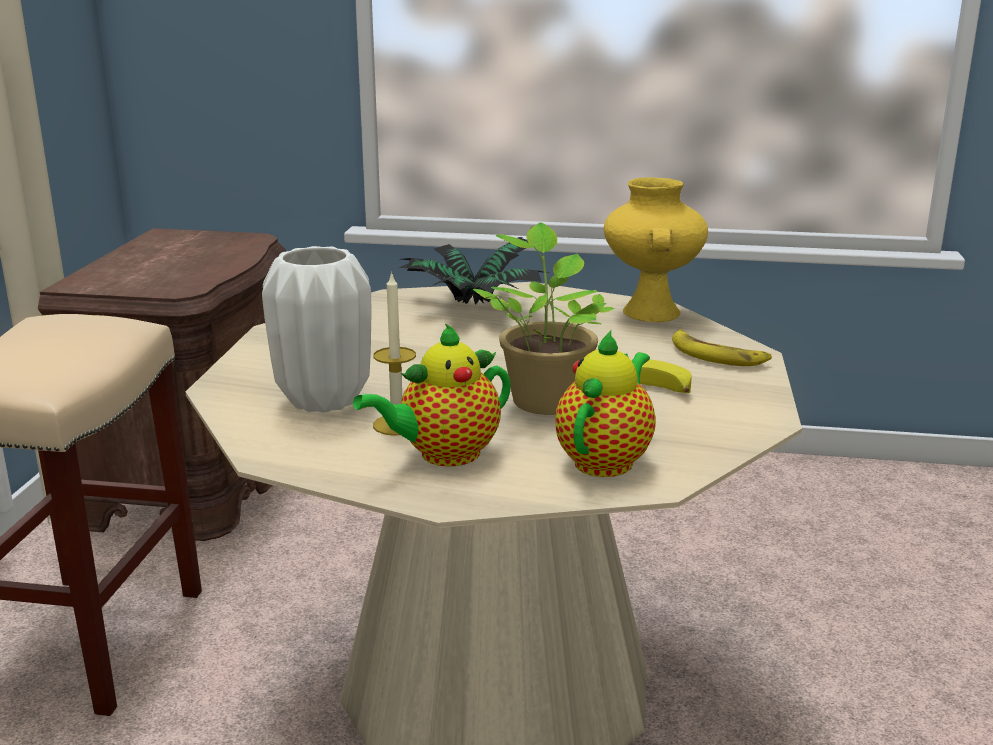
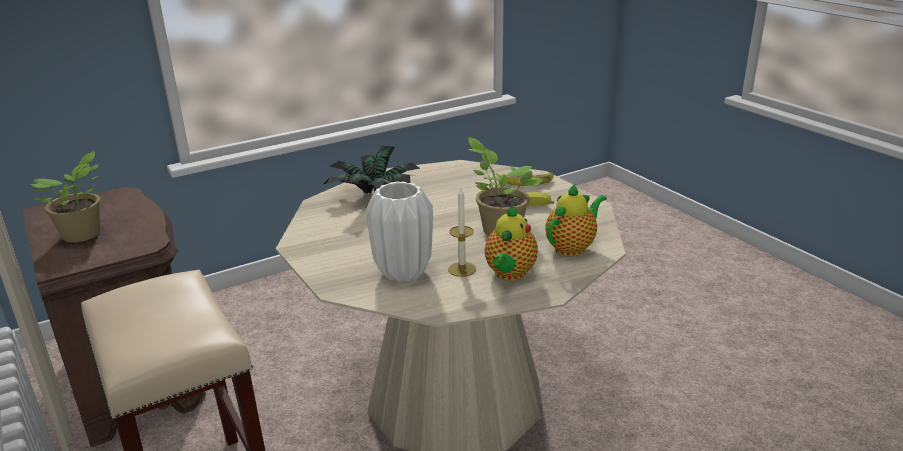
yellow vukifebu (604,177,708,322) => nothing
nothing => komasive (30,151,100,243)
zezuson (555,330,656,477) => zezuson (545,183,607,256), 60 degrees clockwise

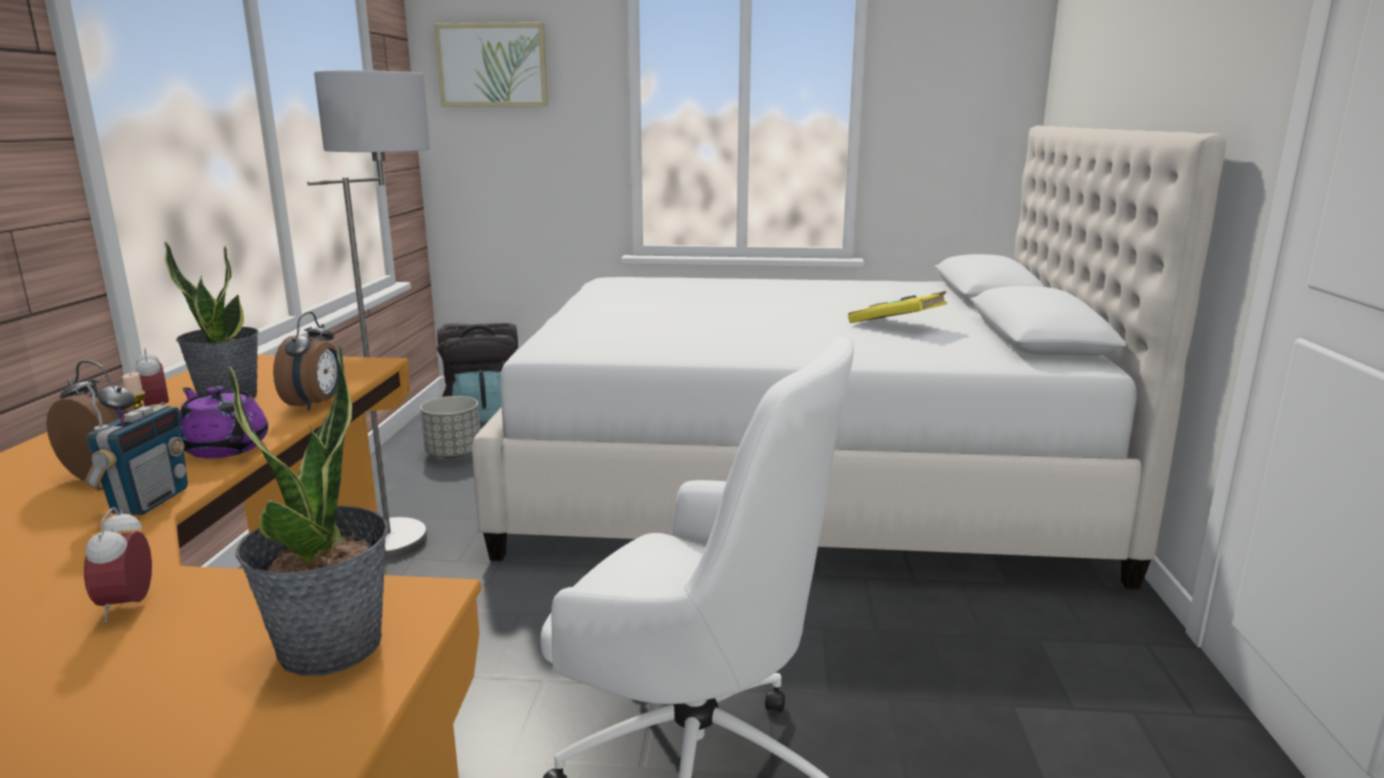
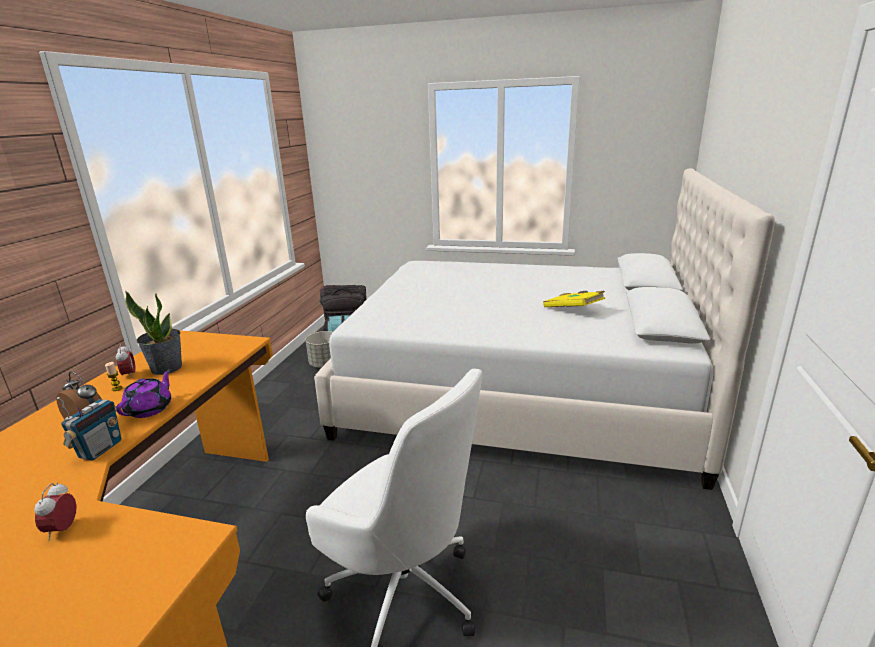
komasive (227,345,388,676) => nothing
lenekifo (273,312,339,411) => nothing
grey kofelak (307,70,430,560) => nothing
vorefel (434,22,548,106) => nothing
purple zezuson (180,386,268,458) => purple zezuson (116,369,171,418), 60 degrees clockwise

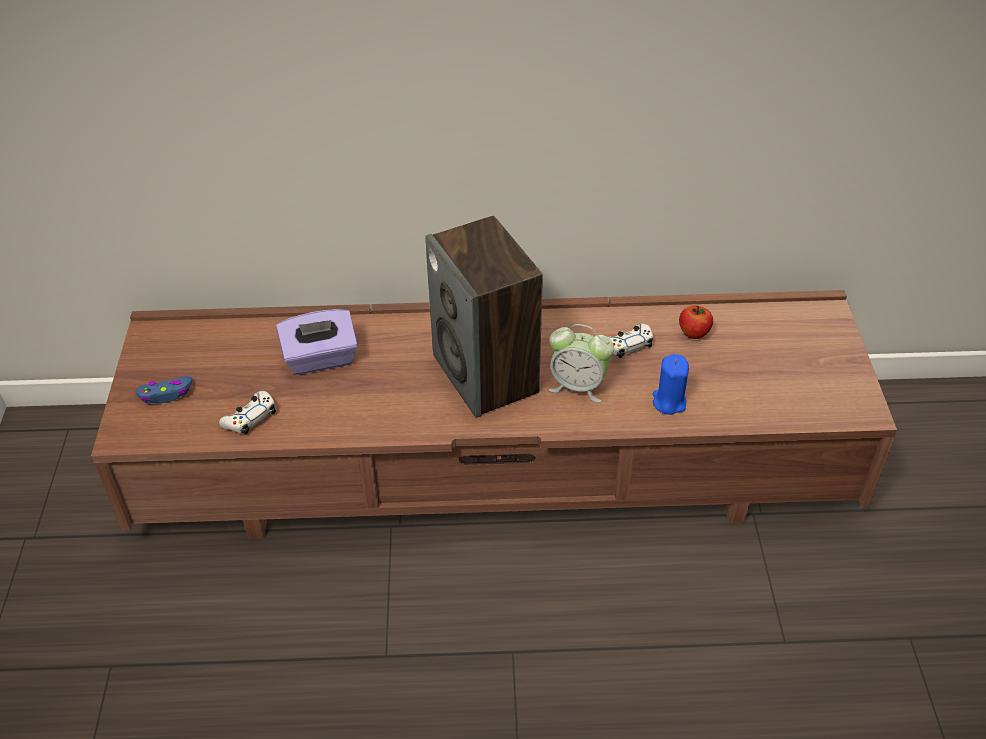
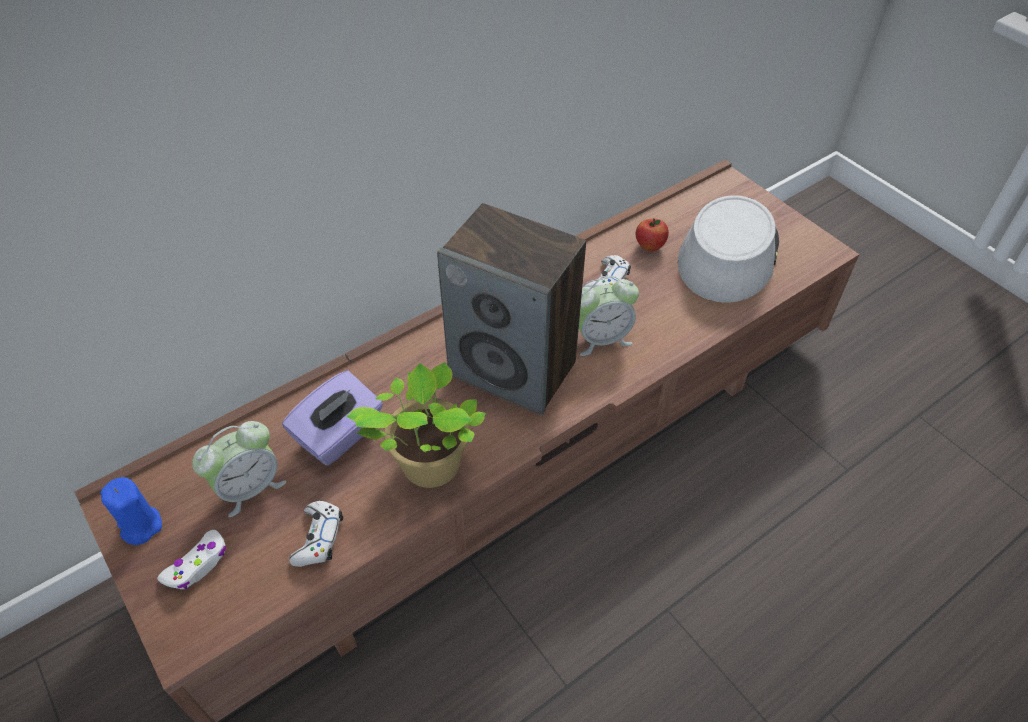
nothing => lenekifo (192,421,286,517)
nothing => komasive (346,362,486,488)
nothing => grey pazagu (678,195,779,303)
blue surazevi (653,354,689,415) => blue surazevi (100,477,162,545), shifted
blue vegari (136,376,193,404) => white vegari (157,530,226,589)

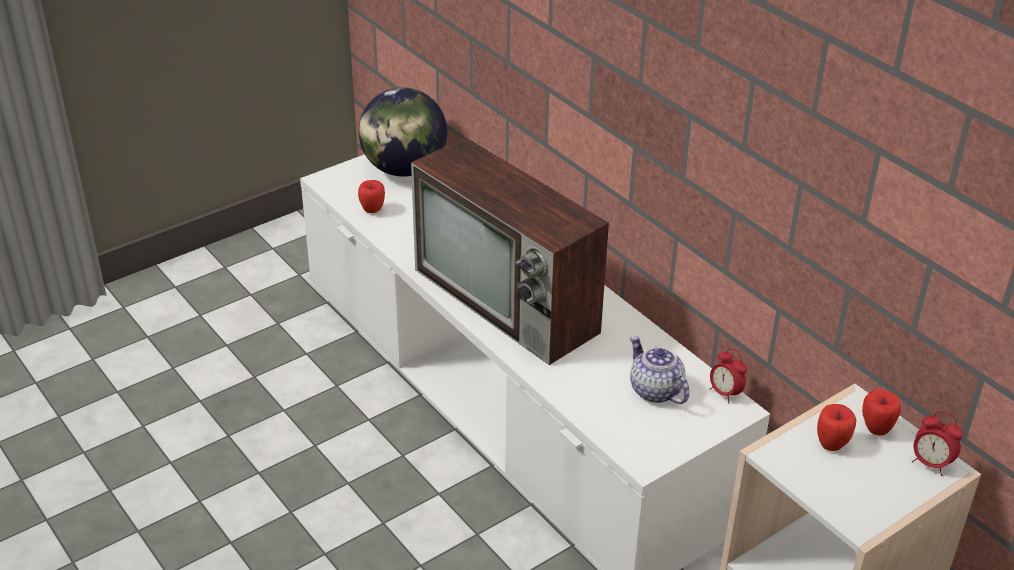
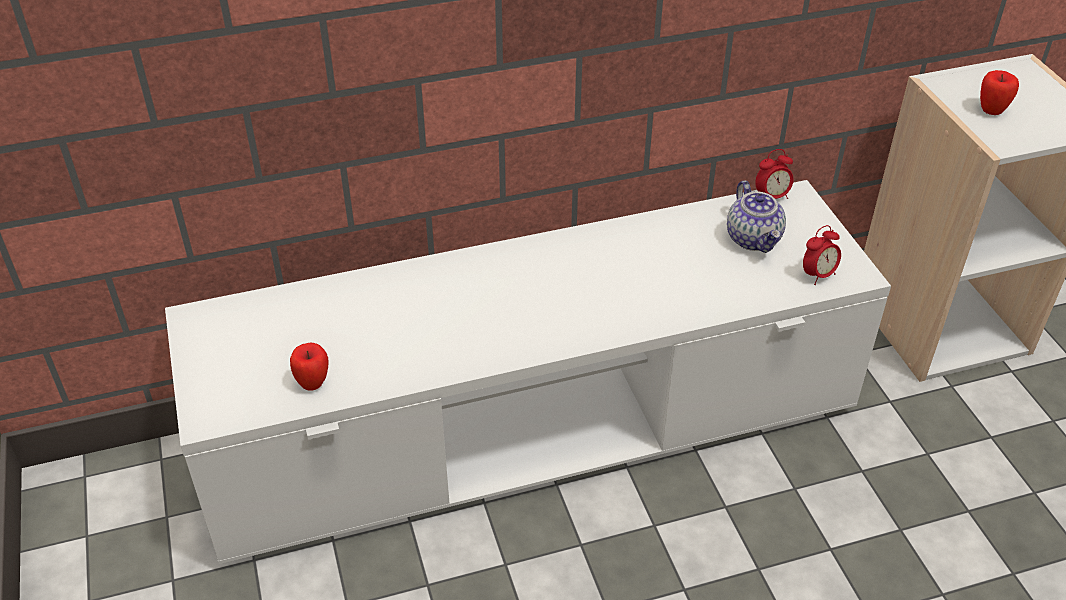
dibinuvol (359,87,447,177) => nothing
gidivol (411,137,609,365) => nothing
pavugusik (862,389,901,436) => nothing
lenekifo (912,411,963,476) => lenekifo (803,225,841,285), shifted
zezuson (630,336,690,404) => zezuson (727,181,786,253), 90 degrees counterclockwise

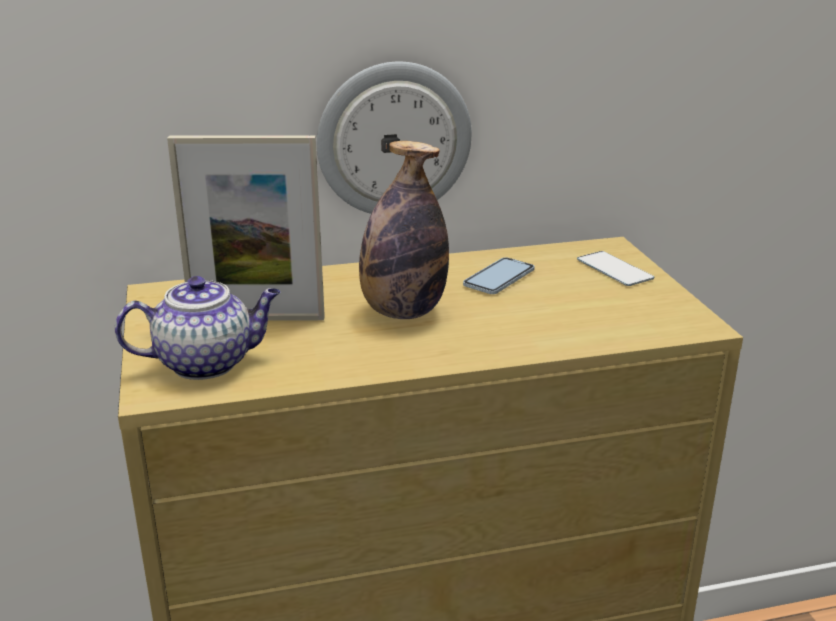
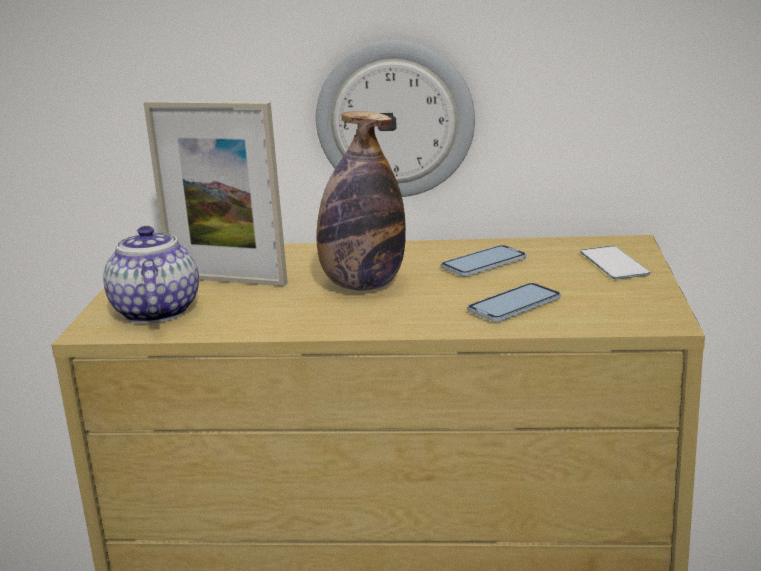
nothing => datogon (467,283,561,322)
zezuson (115,276,280,380) => zezuson (103,226,199,324), 105 degrees counterclockwise

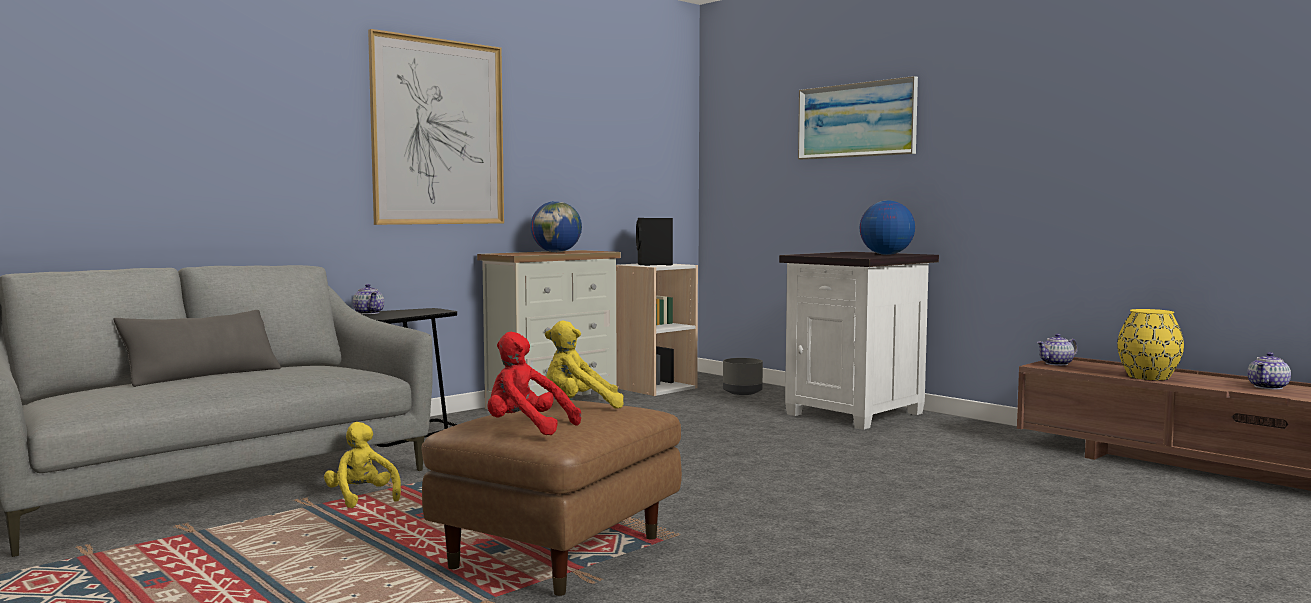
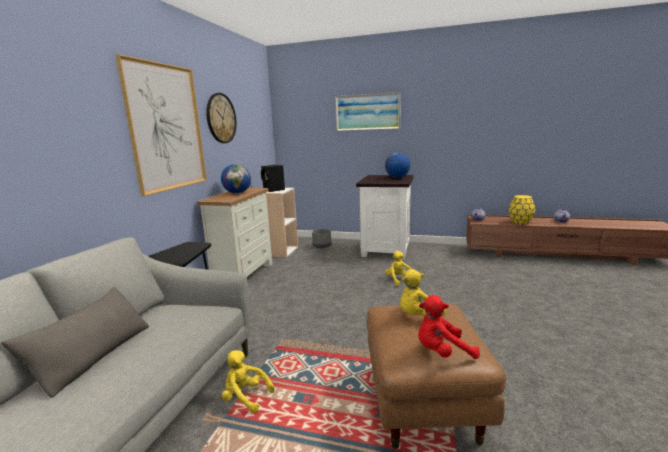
zezuson (353,284,384,314) => nothing
nothing => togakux (206,93,237,143)
nothing => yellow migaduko (385,251,412,286)

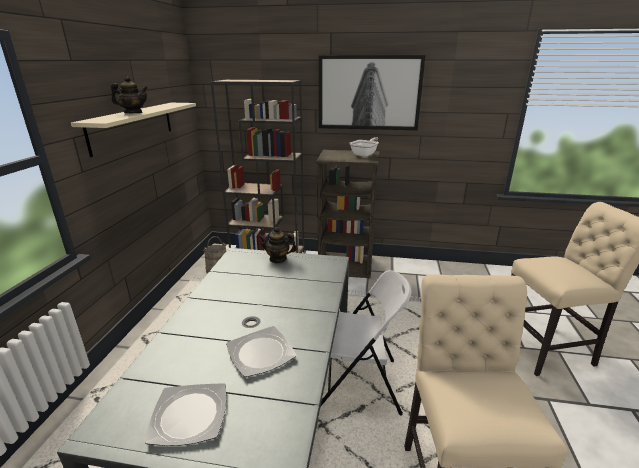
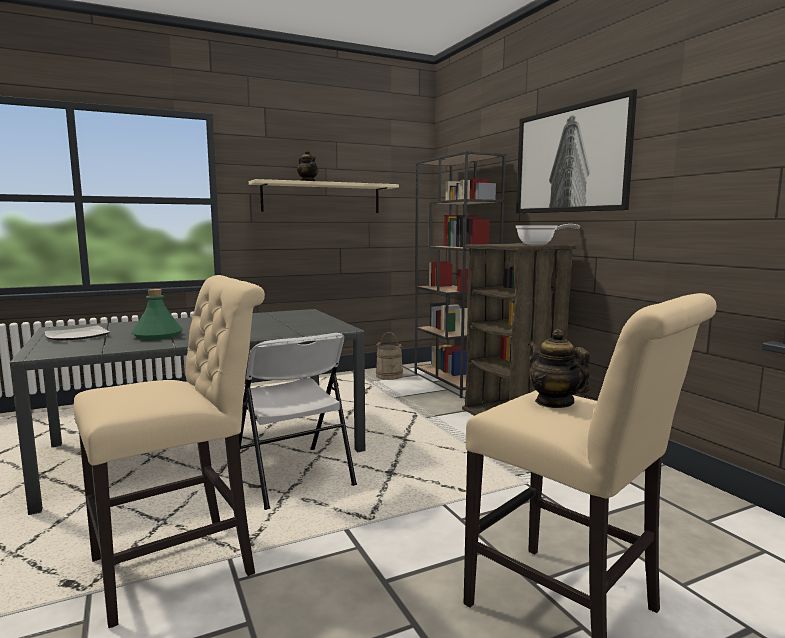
zezuson (258,227,297,263) => zezuson (528,329,590,408), shifted
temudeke (226,326,296,377) => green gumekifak (132,289,183,340)

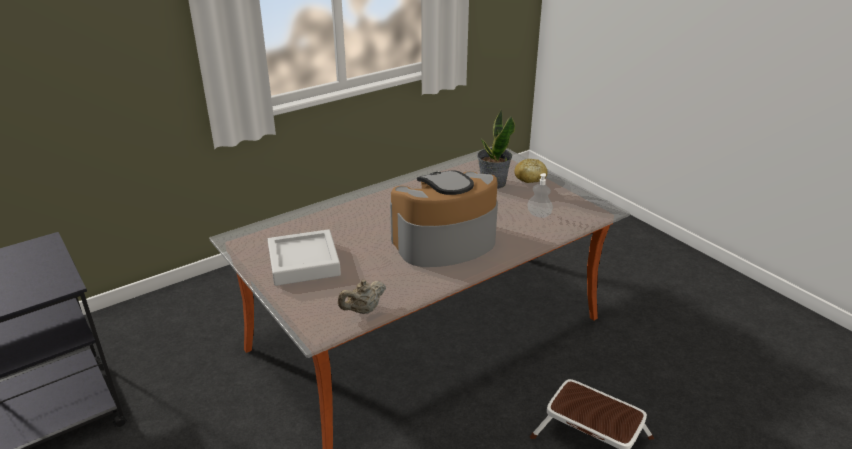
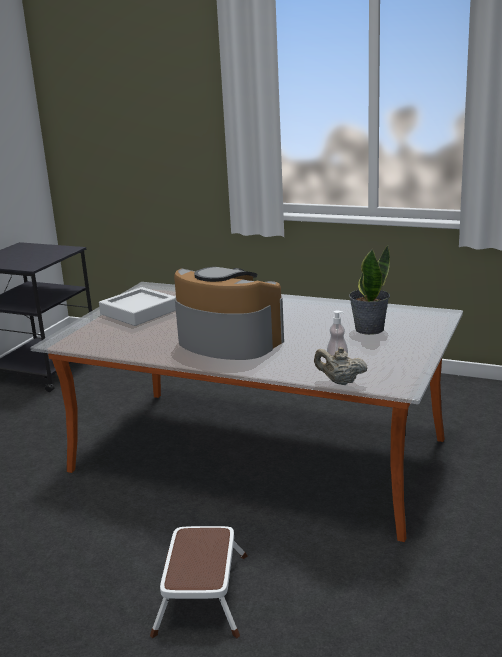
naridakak (515,159,547,183) => nothing
beige zezuson (338,280,386,314) => beige zezuson (314,347,367,385), shifted

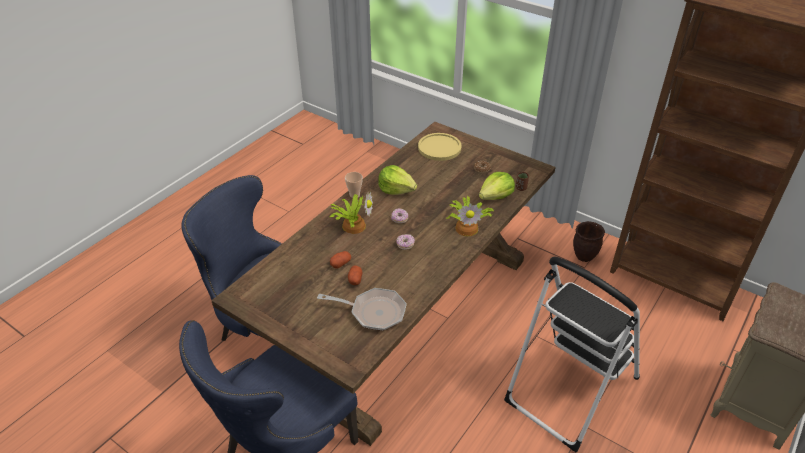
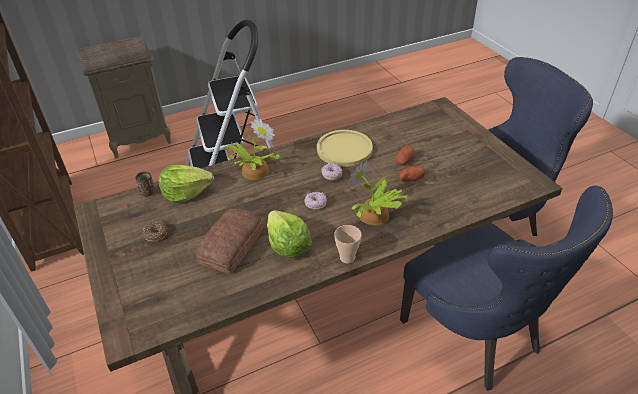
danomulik (317,288,407,331) => nothing
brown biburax (573,221,605,262) => nothing
nothing => naridakak (196,208,263,274)
yellow temudeke (418,133,461,161) => yellow temudeke (317,130,373,167), shifted

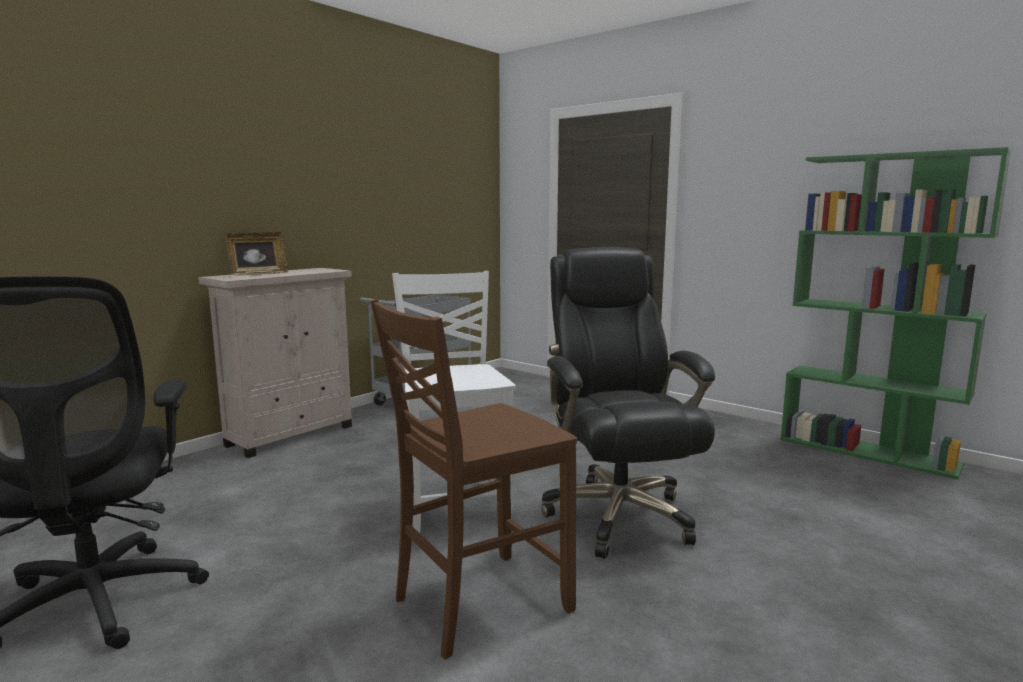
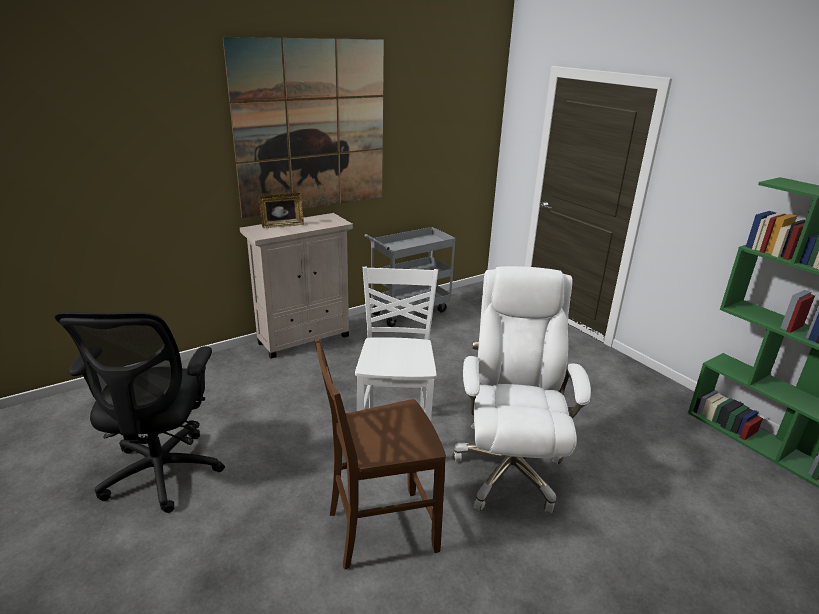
nothing => vorefel (223,37,384,218)
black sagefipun (541,247,715,559) => white sagefipun (453,266,591,513)

